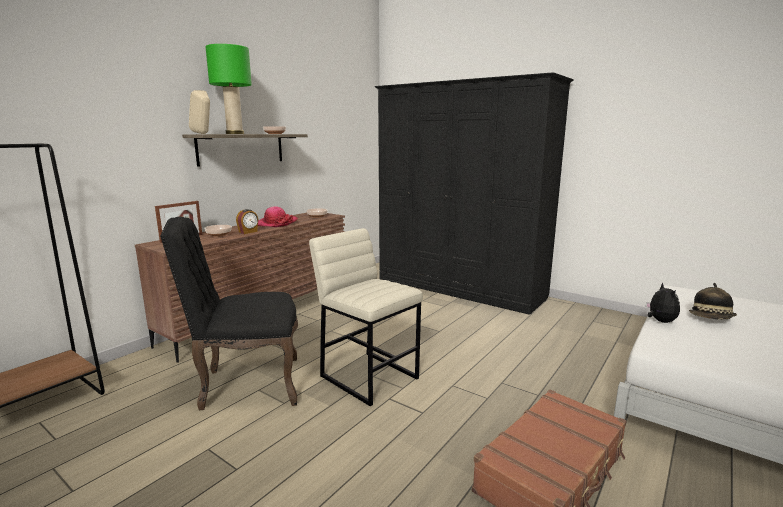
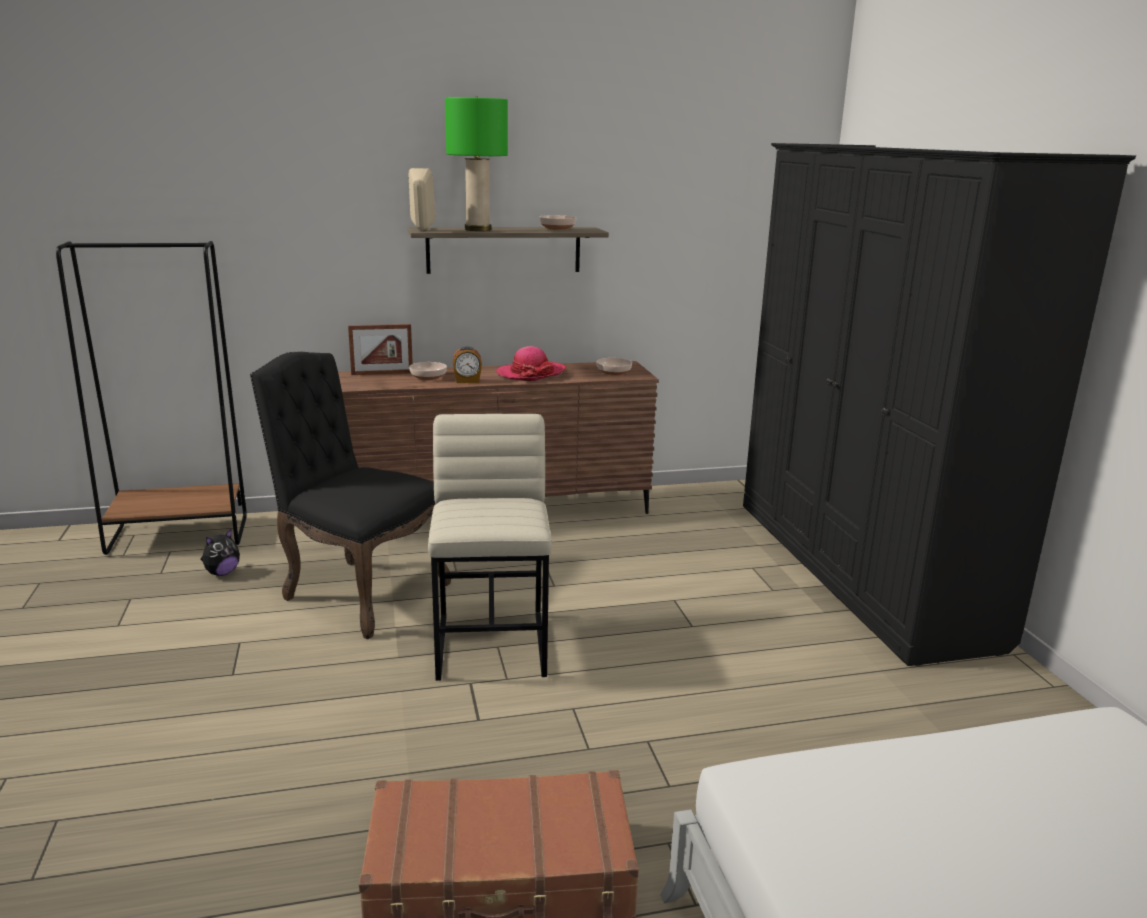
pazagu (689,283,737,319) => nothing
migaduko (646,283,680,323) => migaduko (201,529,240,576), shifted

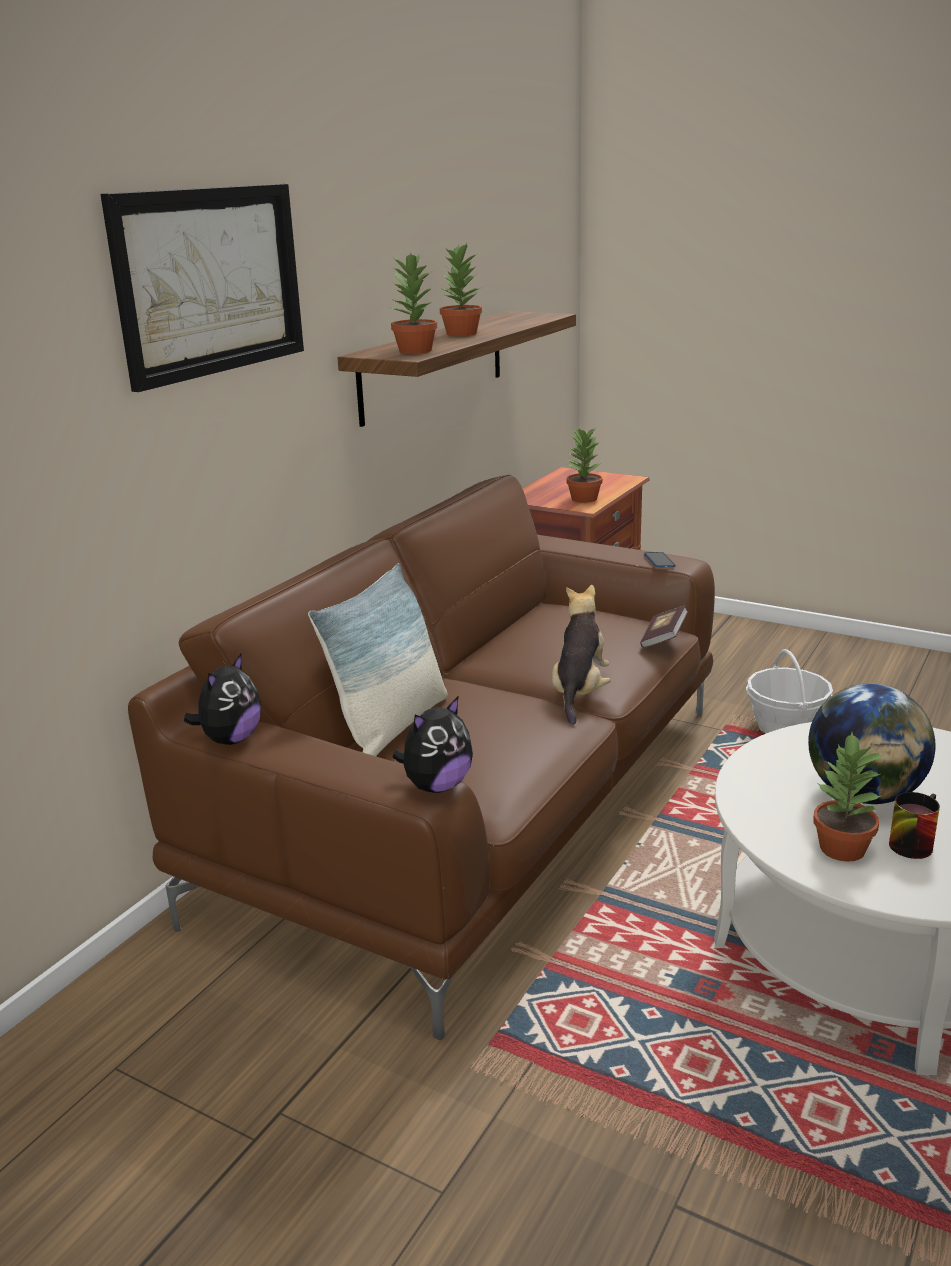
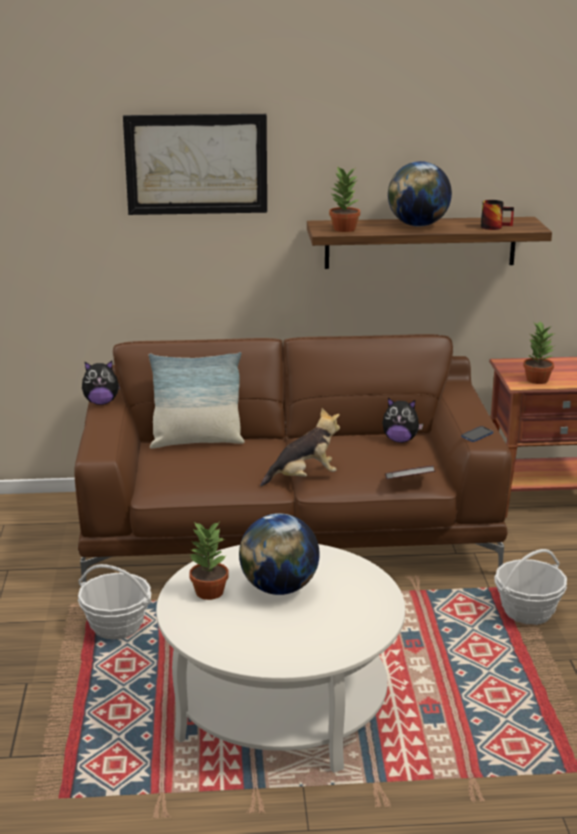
nothing => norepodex (78,564,151,640)
migaduko (392,697,473,793) => migaduko (382,398,424,443), shifted
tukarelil (889,792,940,859) => tukarelil (481,200,514,230), shifted
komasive (440,242,482,336) => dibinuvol (388,161,452,227)

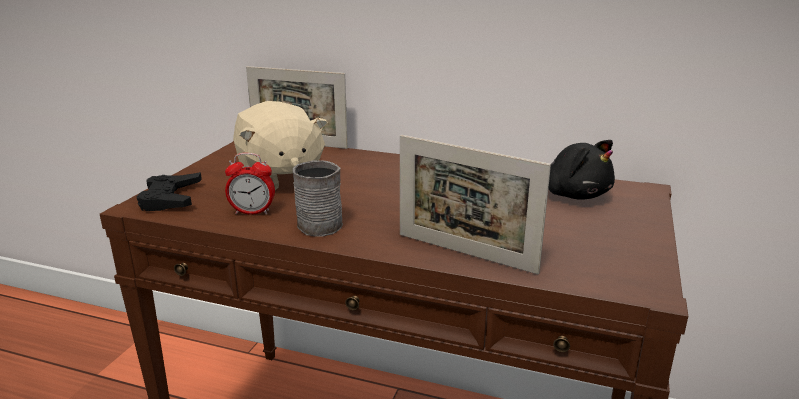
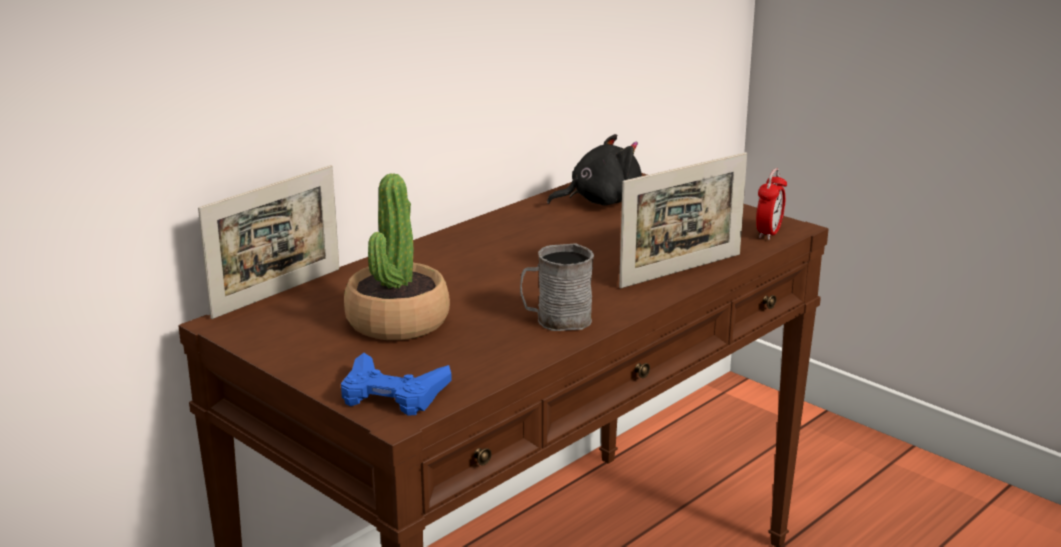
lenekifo (225,153,275,215) => lenekifo (756,168,787,240), shifted
beige migaduko (233,101,328,190) => komasive (344,173,450,340)
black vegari (136,172,202,211) => blue vegari (341,353,452,416)

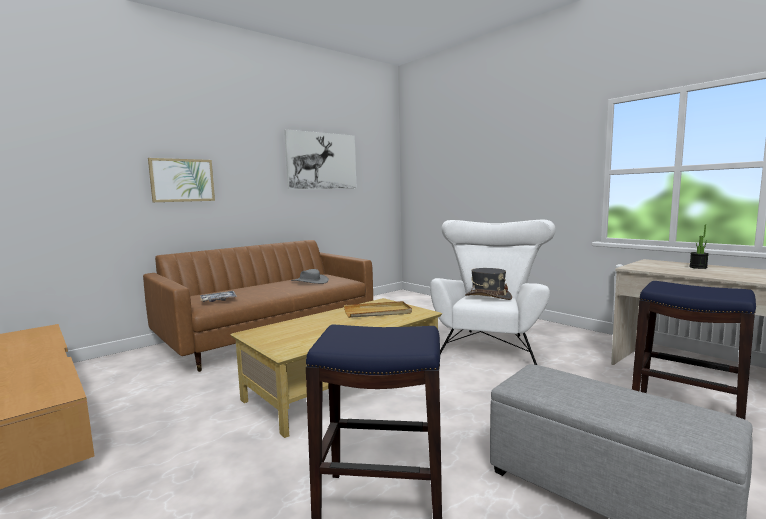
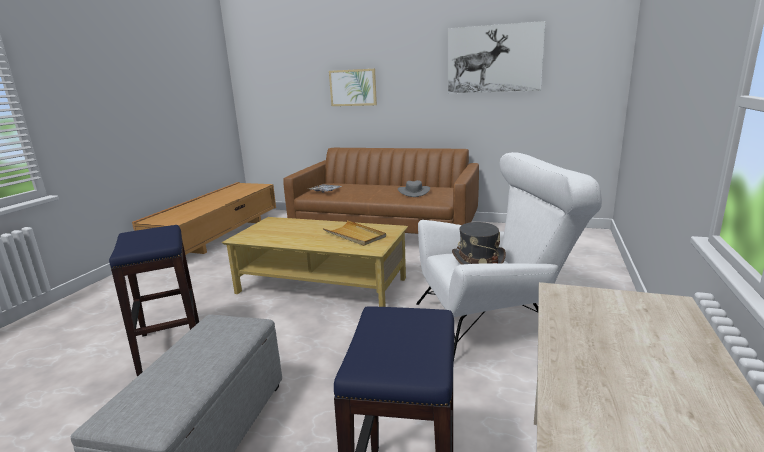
komasive (689,224,709,269) => nothing

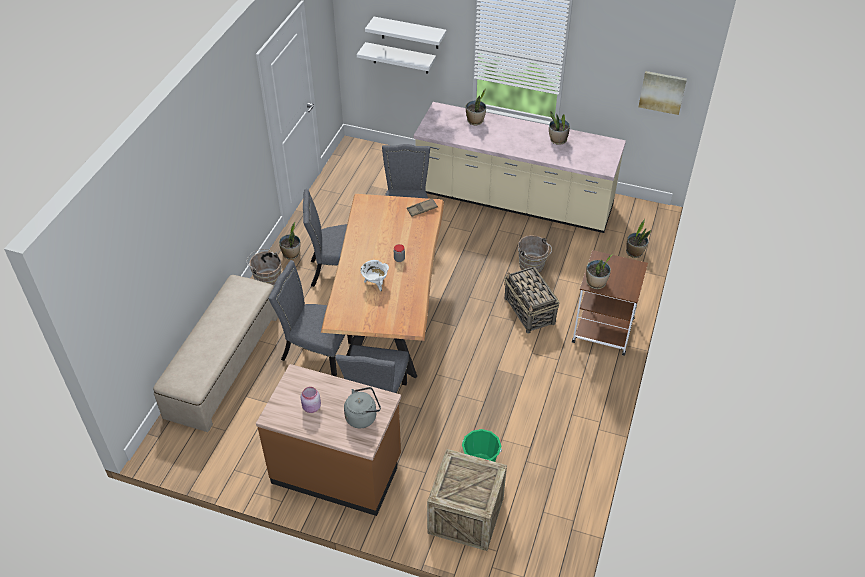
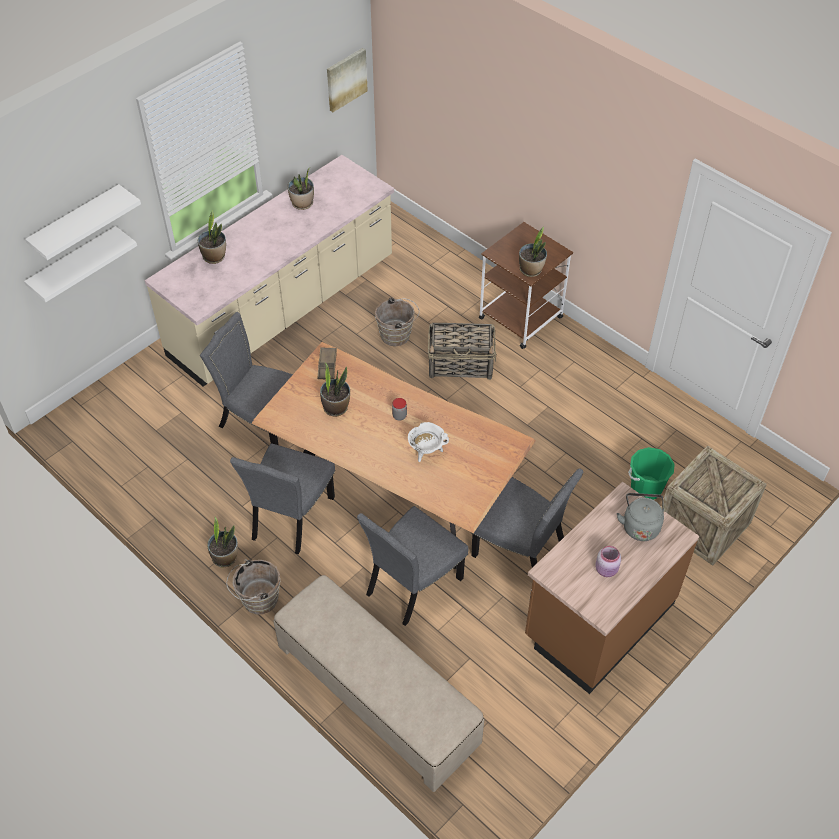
komasive (626,219,651,258) => komasive (320,362,350,417), shifted

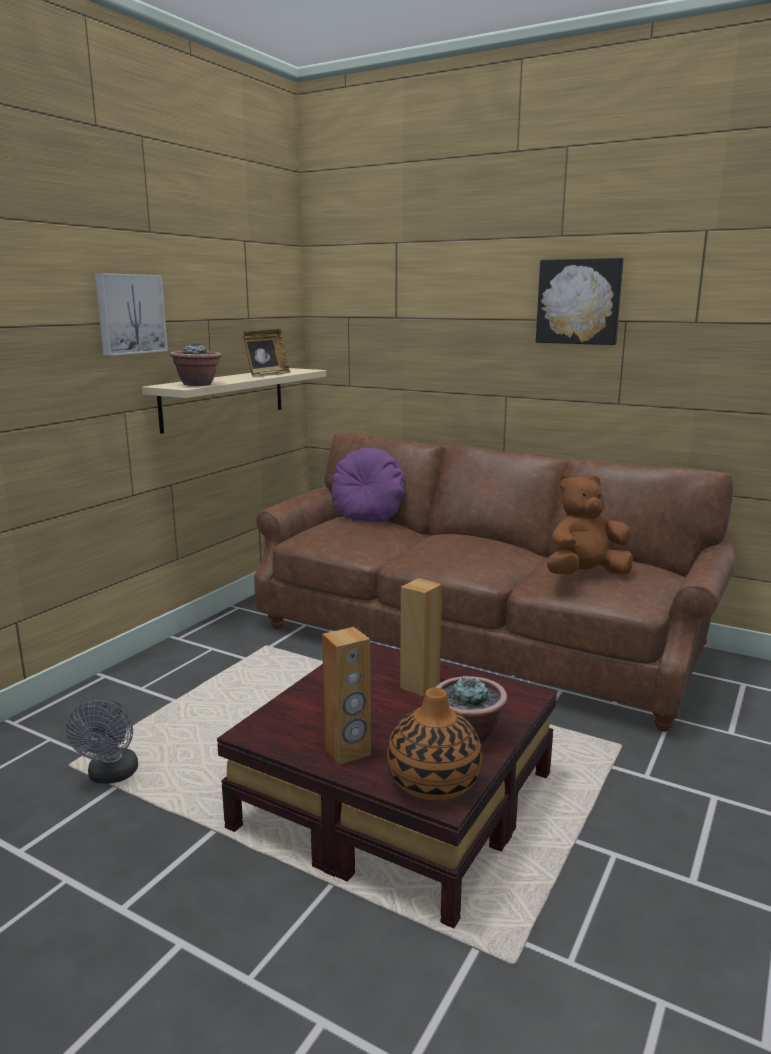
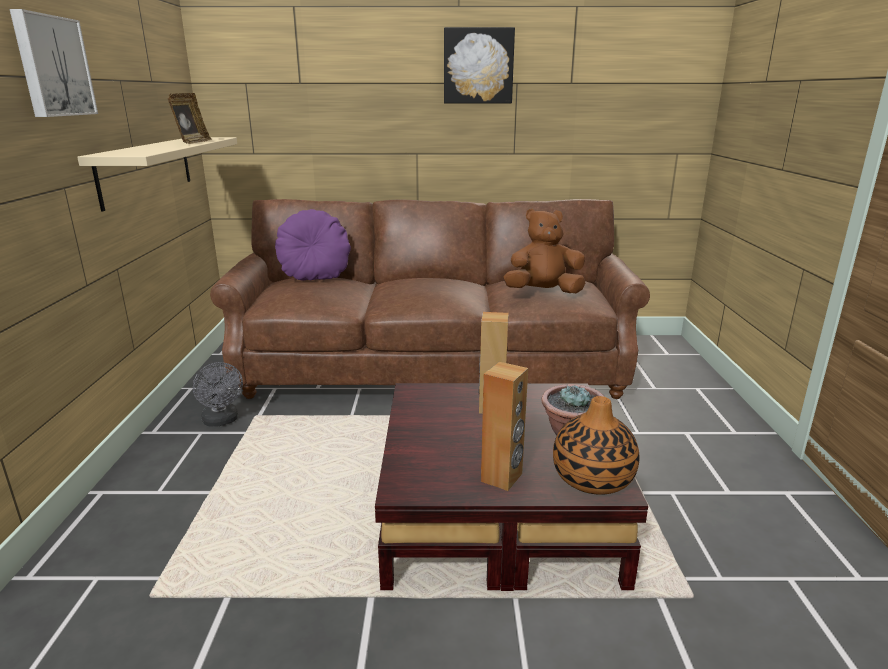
komasive (170,343,222,386) => nothing
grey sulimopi (66,700,138,784) => grey sulimopi (193,362,243,427), shifted
brown migaduko (547,475,633,574) => brown migaduko (503,209,585,293), 45 degrees clockwise

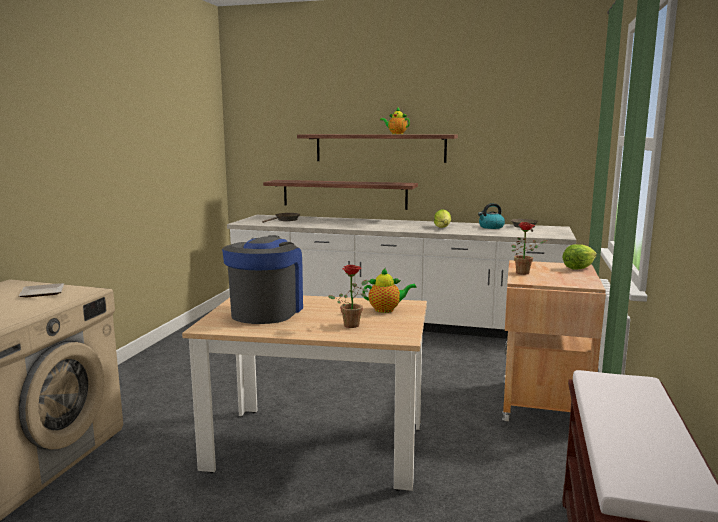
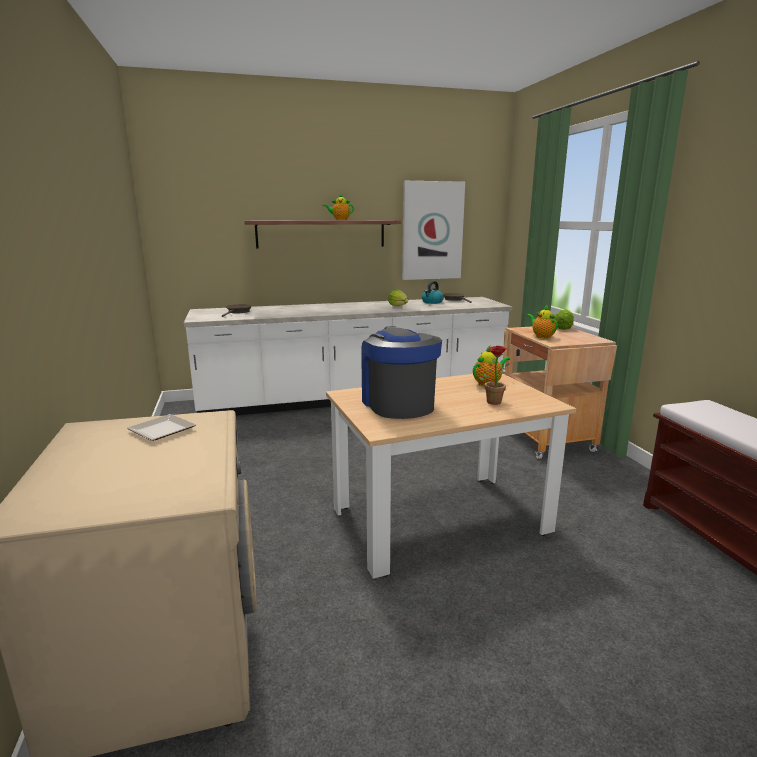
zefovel (263,180,418,210) => nothing
nothing => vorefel (402,181,465,280)
komasive (512,222,547,275) => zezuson (527,305,558,339)

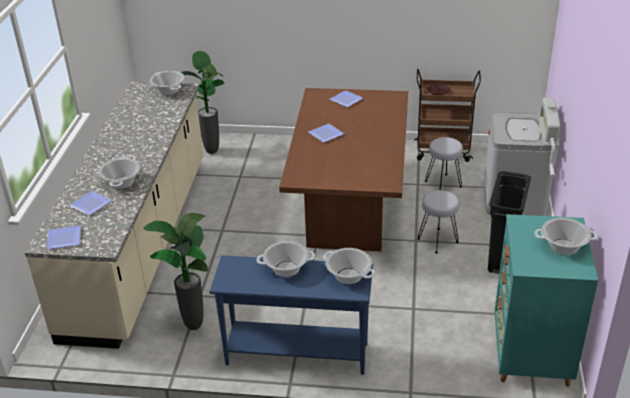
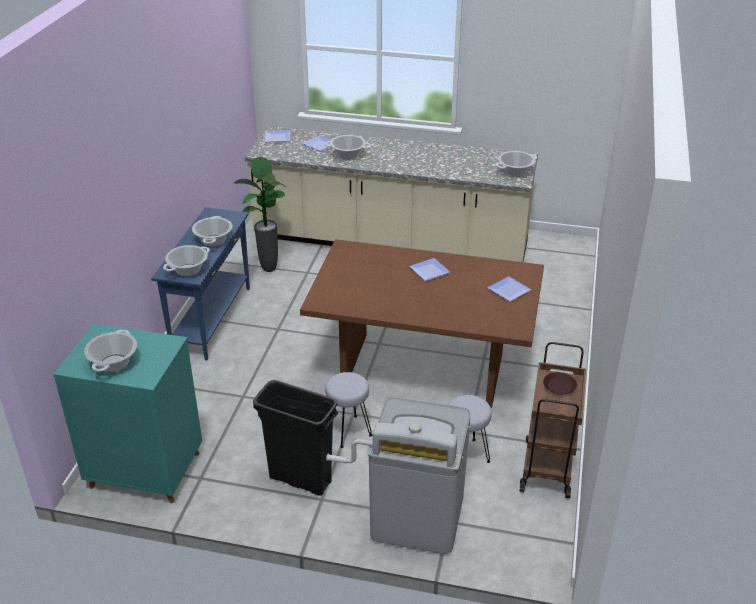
komasive (181,51,224,154) => nothing

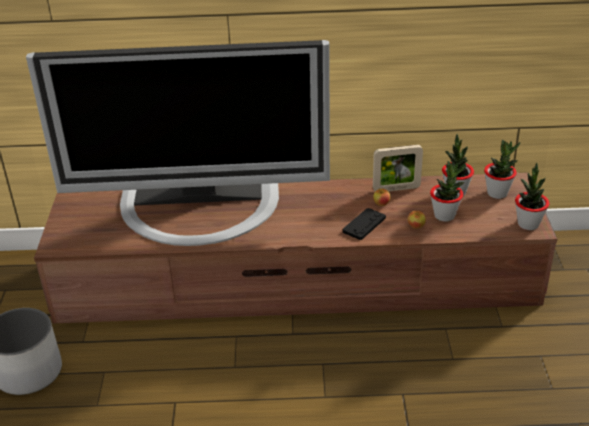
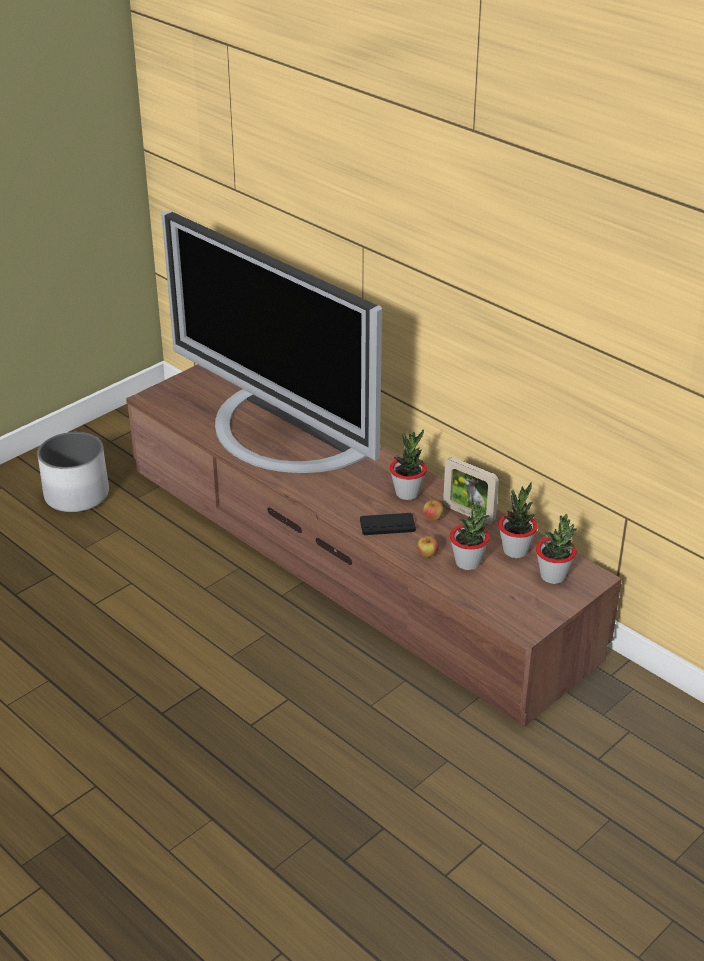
komasive (515,163,549,230) => komasive (390,429,427,500), shifted

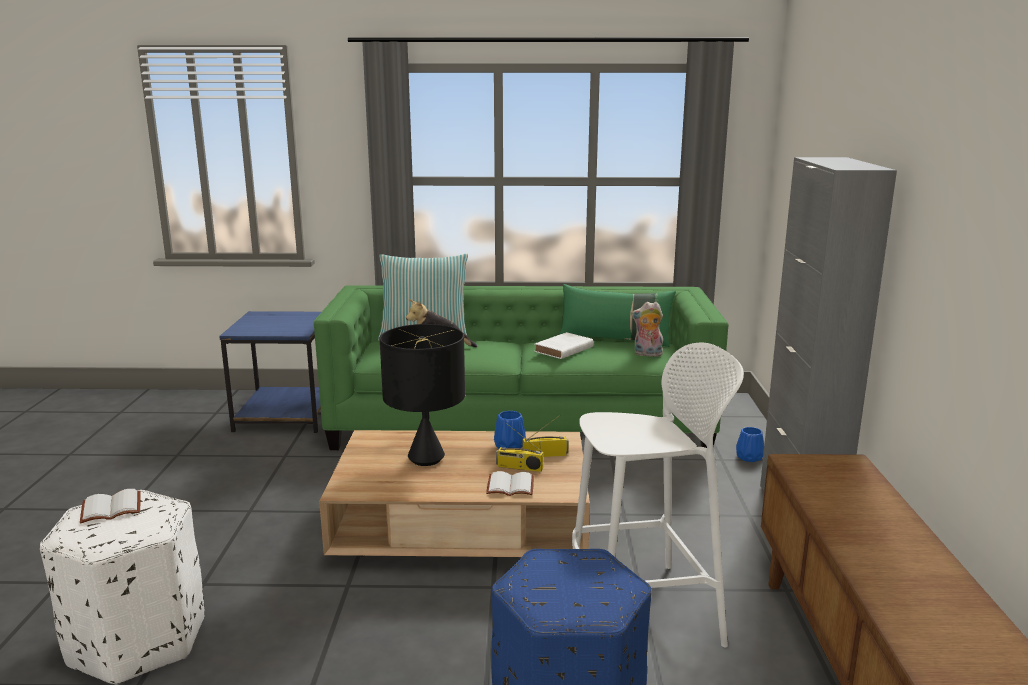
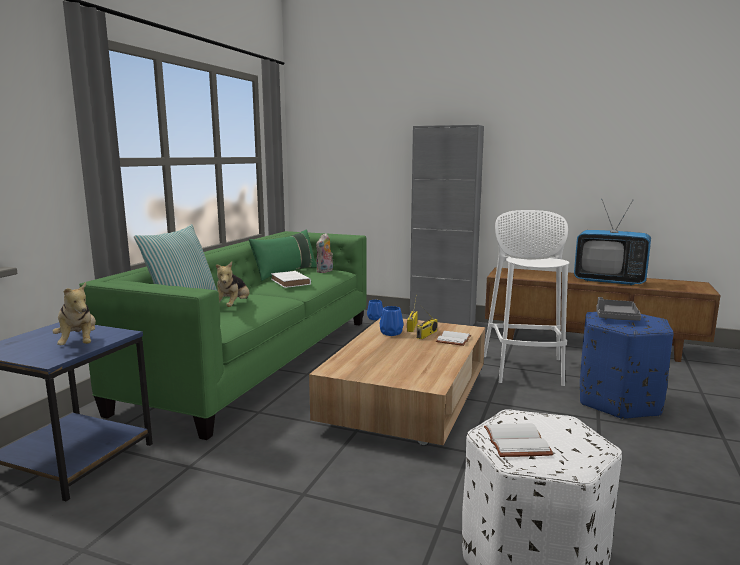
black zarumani (380,324,465,466) => nothing
nothing => migaduko (53,282,96,345)
nothing => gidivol (574,200,651,285)
nothing => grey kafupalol (596,297,641,321)

